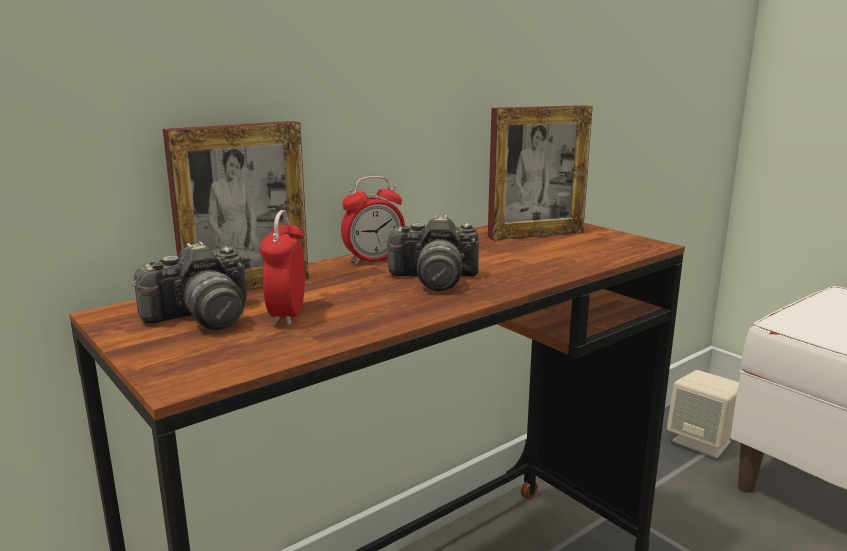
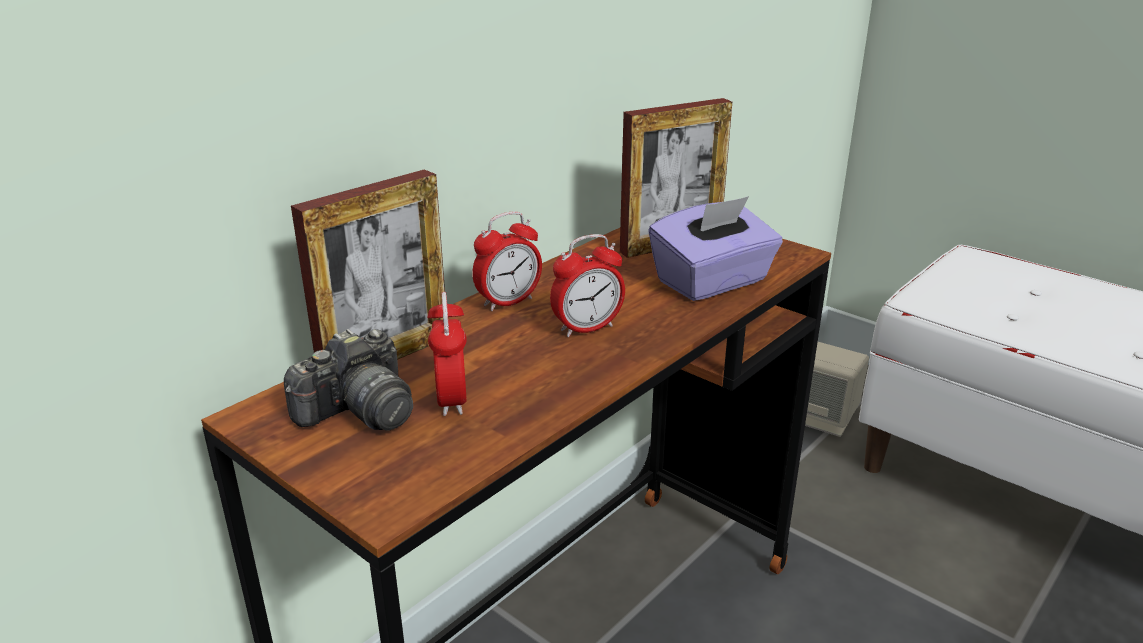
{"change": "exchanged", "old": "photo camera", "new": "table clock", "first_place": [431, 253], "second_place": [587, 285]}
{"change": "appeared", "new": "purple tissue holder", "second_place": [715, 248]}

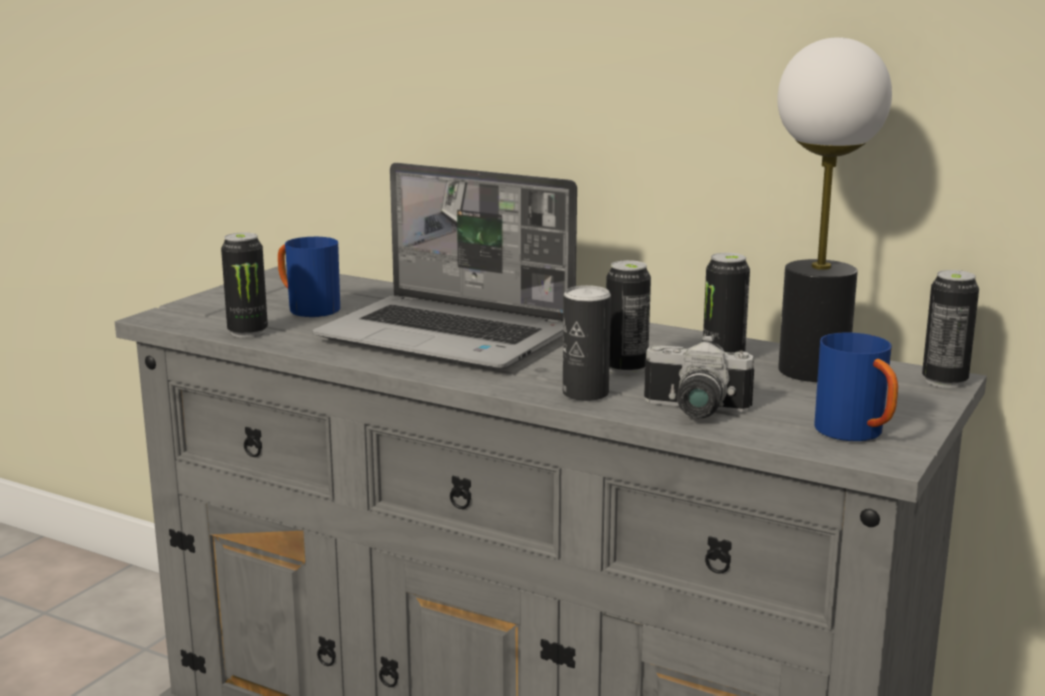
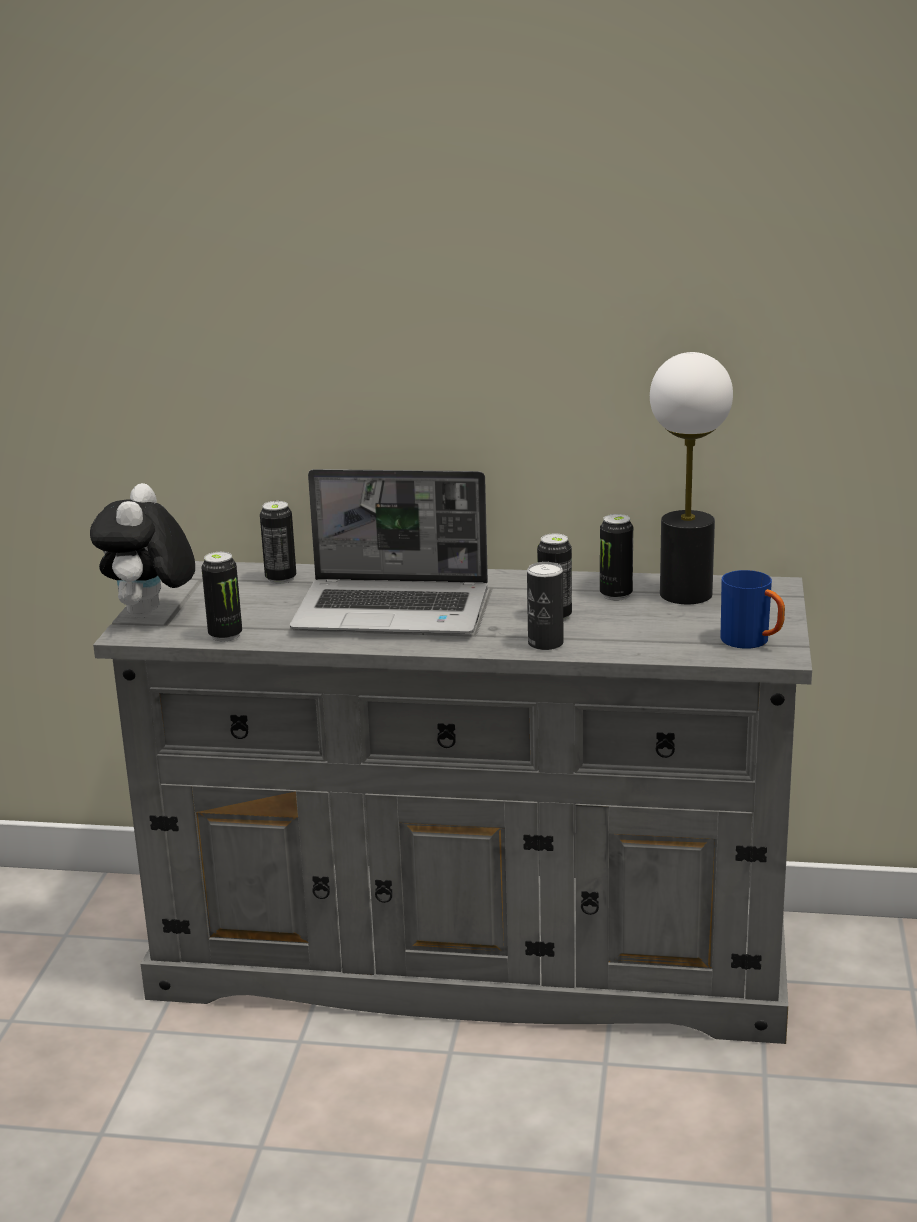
{"change": "appeared", "new": "soft toy", "second_place": [142, 550]}
{"change": "relocated", "old": "metal can", "first_place": [950, 329], "second_place": [278, 542]}
{"change": "missing", "old": "blue coffee mug", "first_place": [309, 277]}
{"change": "missing", "old": "photo camera", "first_place": [699, 376]}

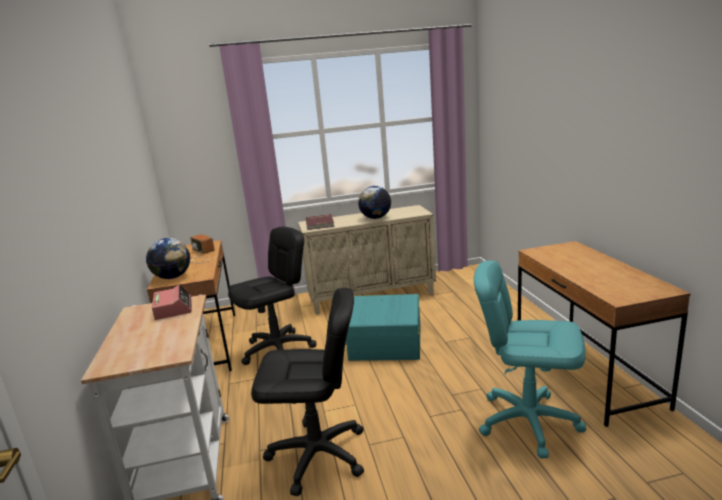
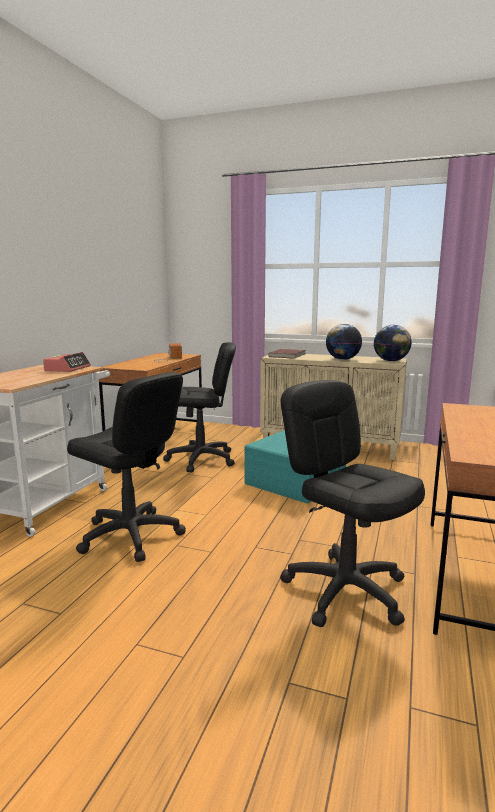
{"change": "colour", "old": "blue-green computer chair", "new": "blackish computer chair", "first_place": [530, 360], "second_place": [352, 503]}
{"change": "relocated", "old": "globe", "first_place": [168, 258], "second_place": [393, 343]}

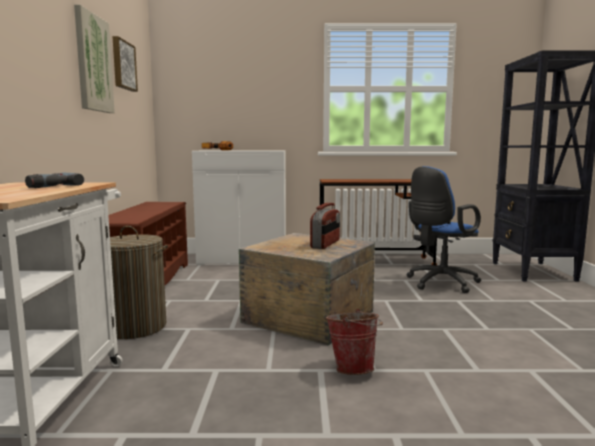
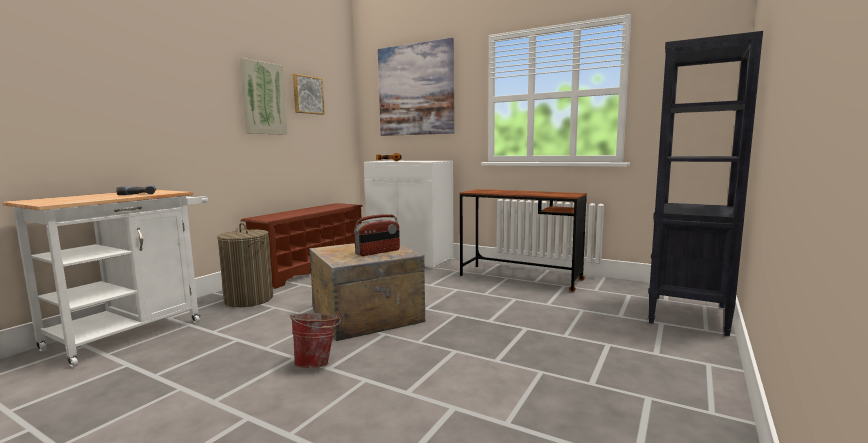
{"change": "appeared", "new": "wall picture", "second_place": [416, 87]}
{"change": "missing", "old": "blue computer chair", "first_place": [443, 229]}

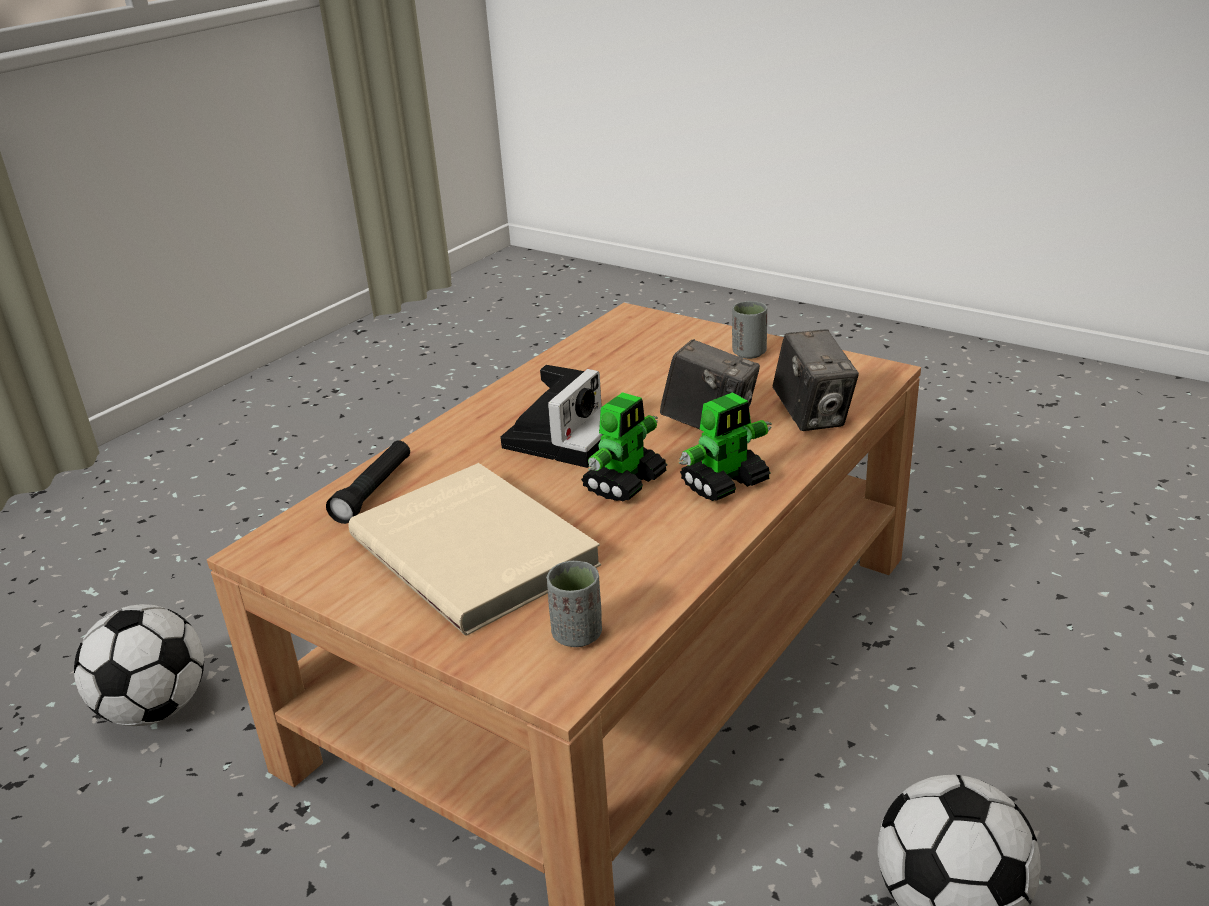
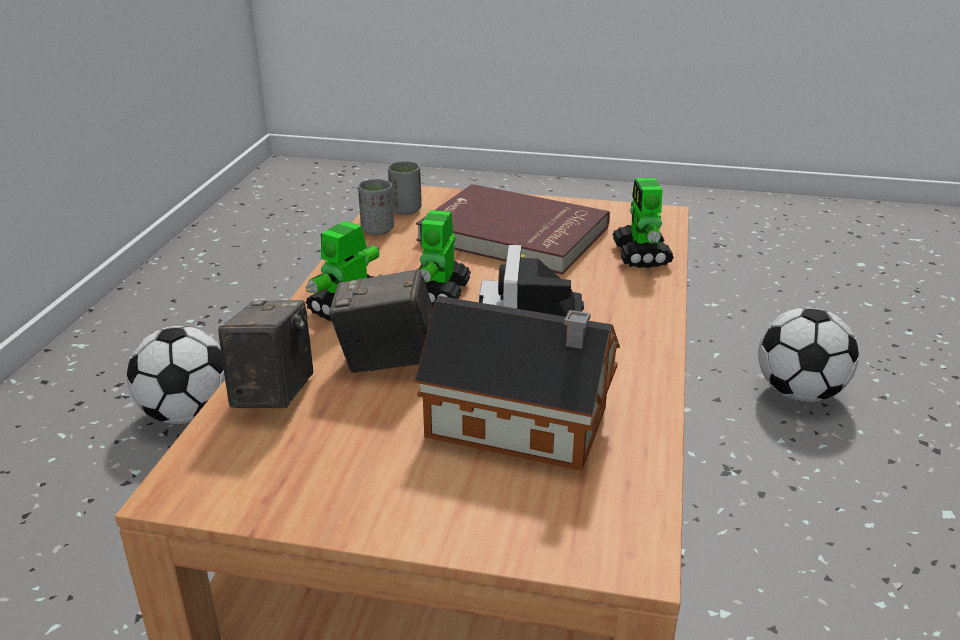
{"change": "spun", "old": "photo camera", "first_place": [815, 380], "second_place": [265, 354], "degrees": 45}
{"change": "relocated", "old": "greyish cup", "first_place": [749, 330], "second_place": [376, 207]}
{"change": "appeared", "new": "miniature house", "second_place": [517, 383]}
{"change": "colour", "old": "beige-coloured volume", "new": "red volume", "first_place": [475, 549], "second_place": [513, 229]}
{"change": "exchanged", "old": "blackish torch", "new": "model robot", "first_place": [368, 482], "second_place": [643, 223]}

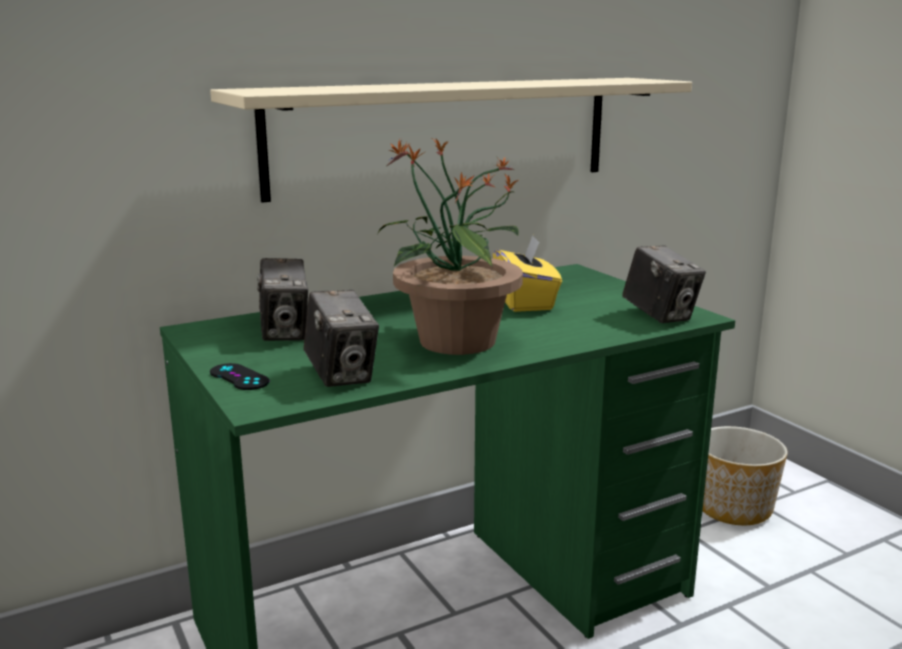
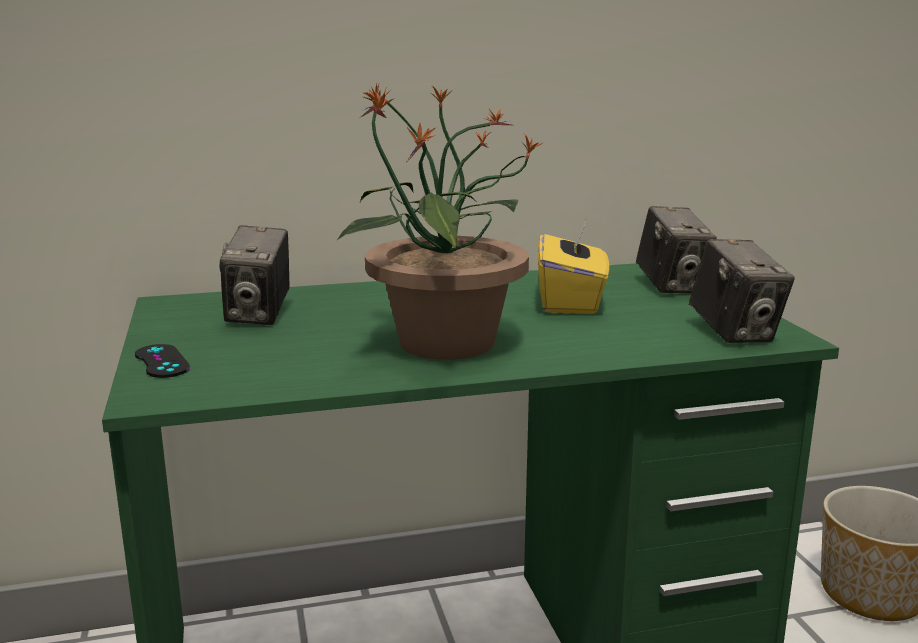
{"change": "relocated", "old": "photo camera", "first_place": [341, 338], "second_place": [676, 249]}
{"change": "missing", "old": "beige-coloured bracket shelf", "first_place": [451, 140]}

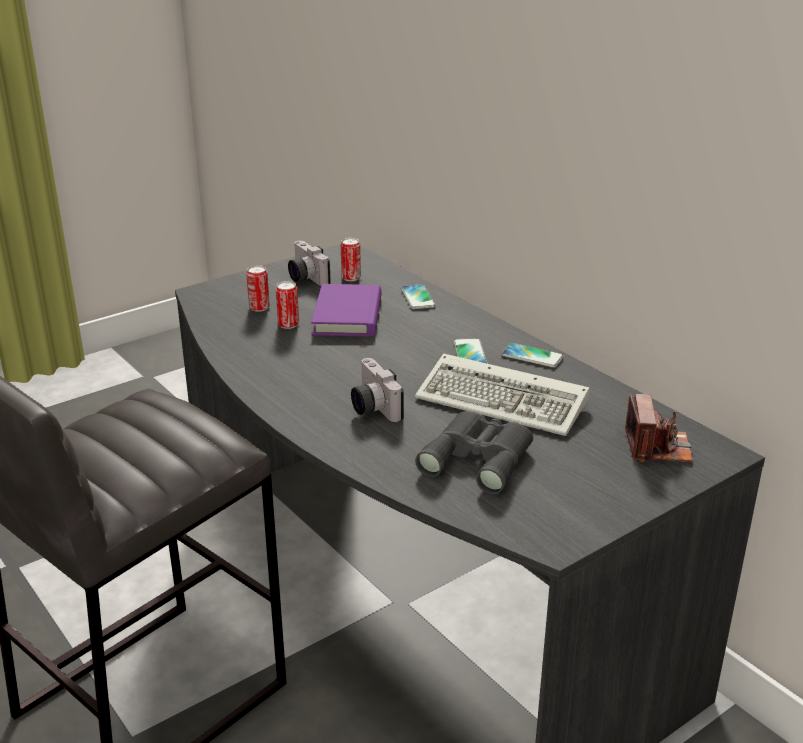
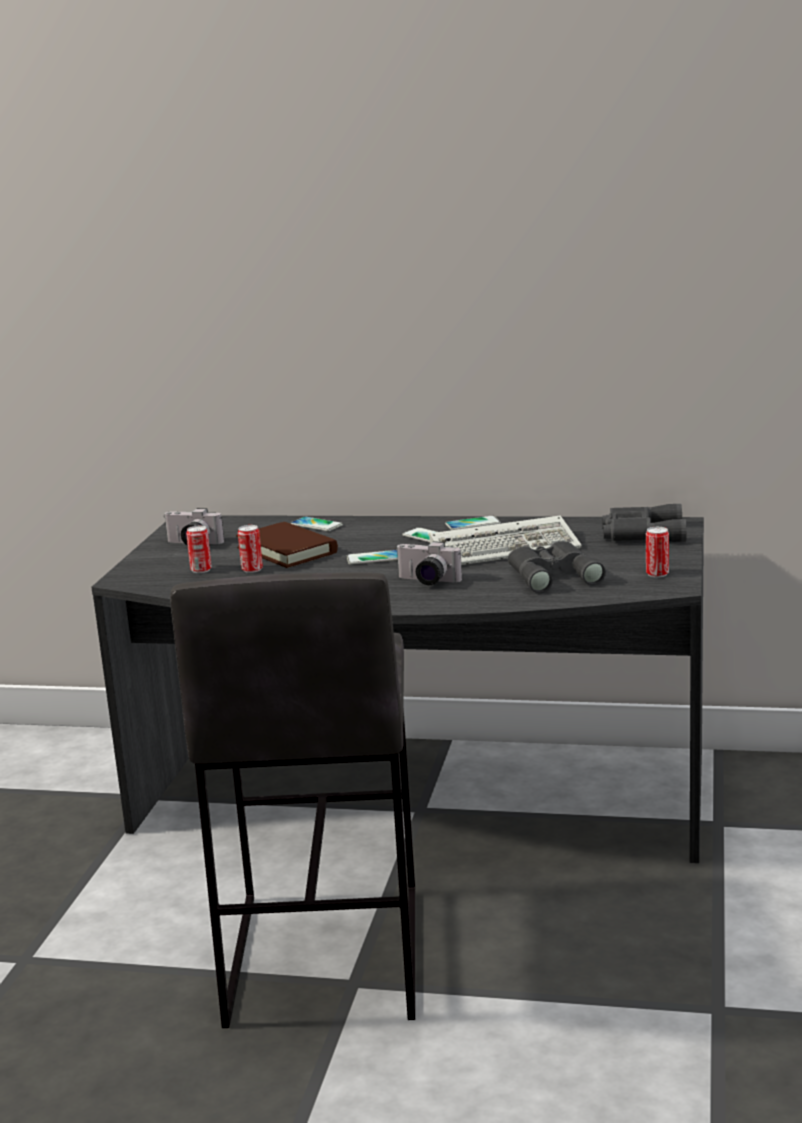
{"change": "colour", "old": "purple volume", "new": "brown-coloured volume", "first_place": [346, 310], "second_place": [287, 545]}
{"change": "appeared", "new": "telephone", "second_place": [372, 557]}
{"change": "exchanged", "old": "photo camera", "new": "greyish binoculars", "first_place": [659, 428], "second_place": [644, 523]}
{"change": "relocated", "old": "metal can", "first_place": [351, 259], "second_place": [657, 552]}

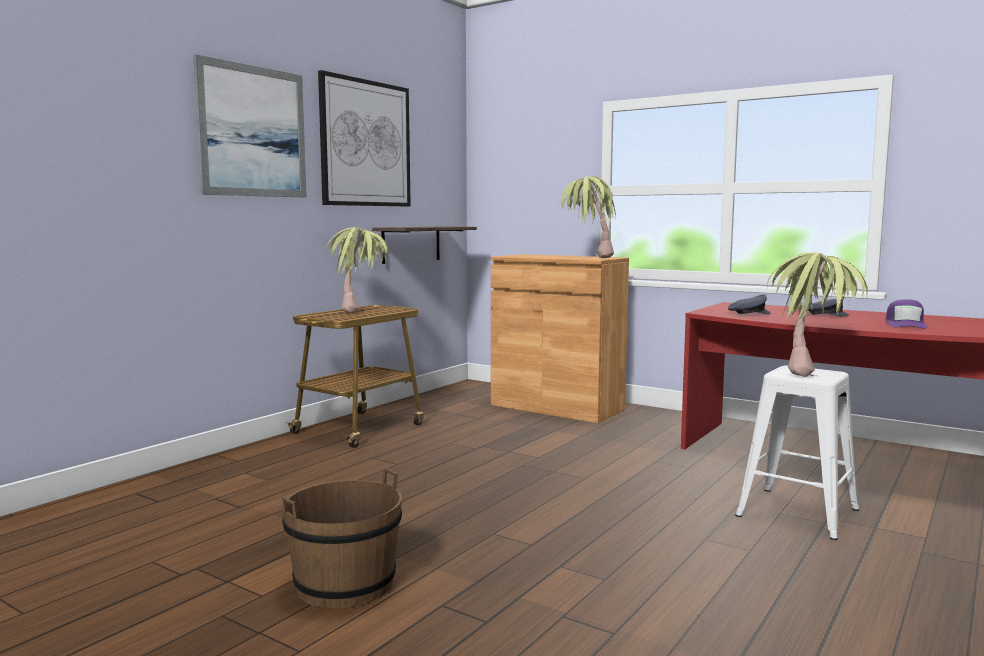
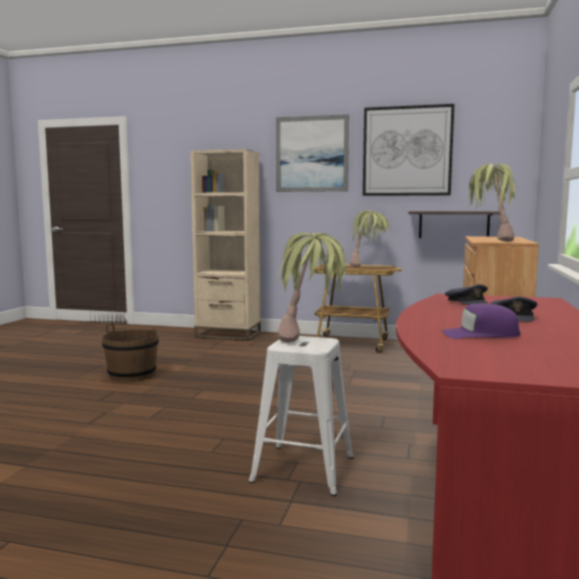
{"change": "appeared", "new": "beige-coloured bookcase", "second_place": [225, 245]}

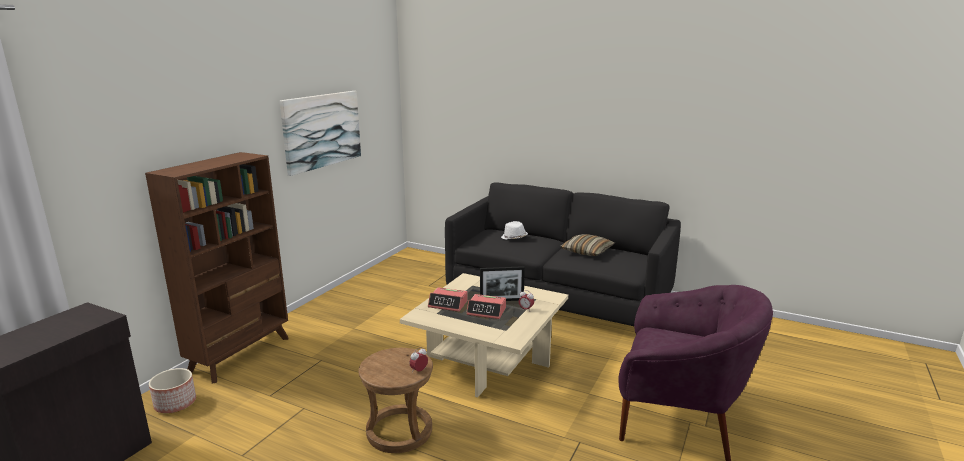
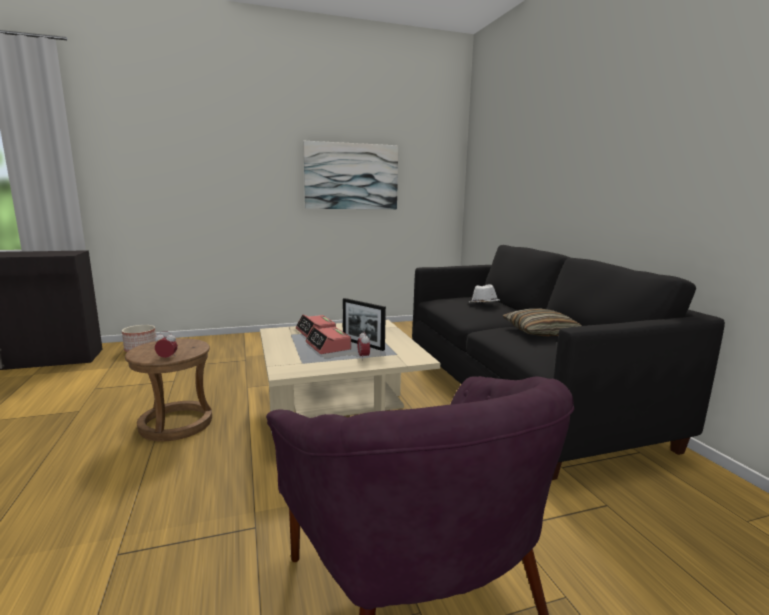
{"change": "missing", "old": "brown-coloured bookcase", "first_place": [217, 267]}

